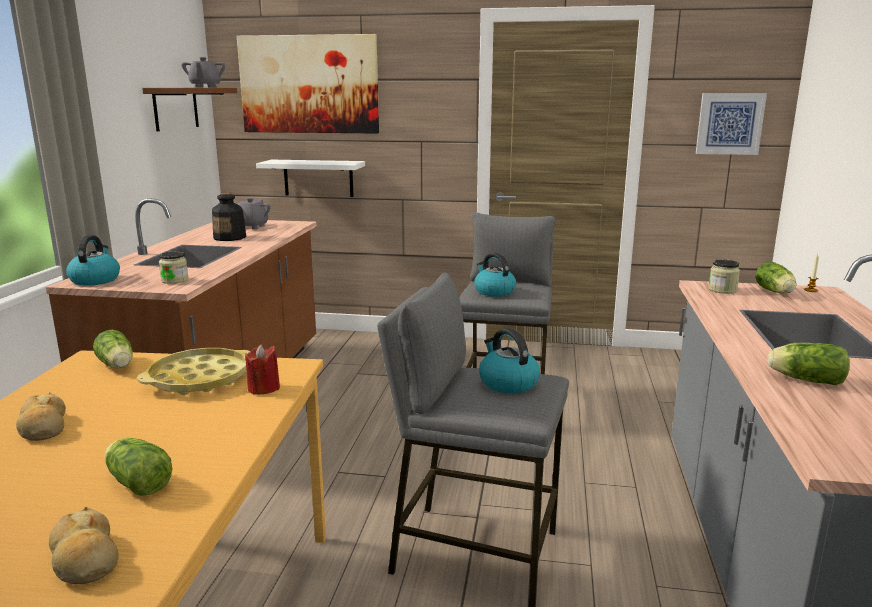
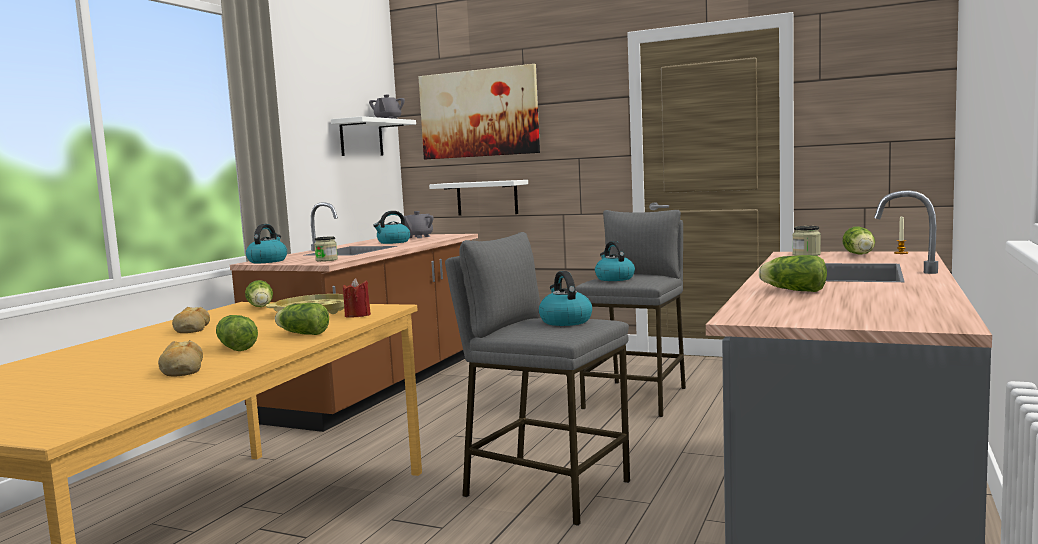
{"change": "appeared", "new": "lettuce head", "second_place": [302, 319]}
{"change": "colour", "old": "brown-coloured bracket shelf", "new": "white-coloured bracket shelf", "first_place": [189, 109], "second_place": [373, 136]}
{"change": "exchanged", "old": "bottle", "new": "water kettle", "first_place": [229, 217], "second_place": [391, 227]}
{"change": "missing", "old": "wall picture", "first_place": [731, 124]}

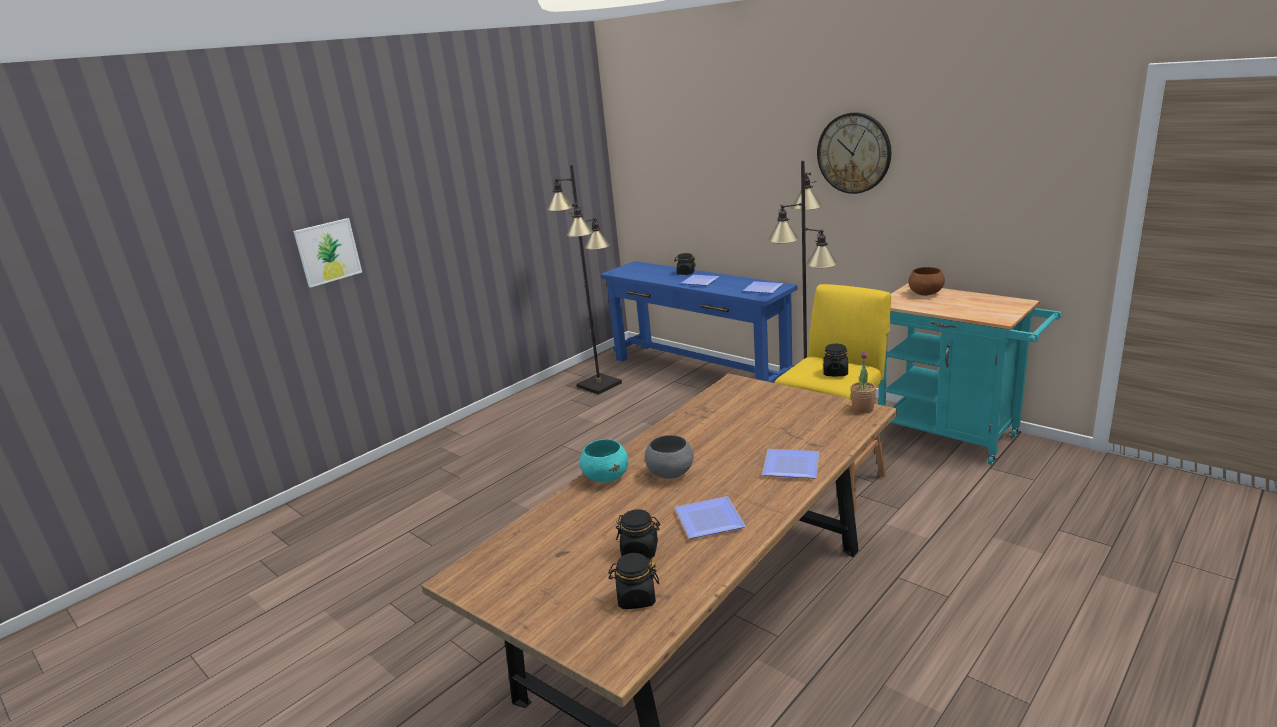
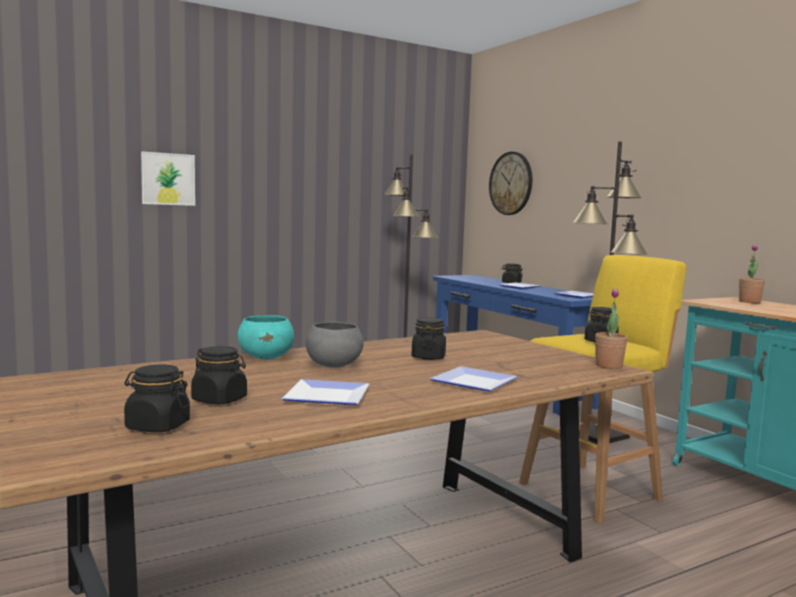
{"change": "appeared", "new": "blackish storage jar", "second_place": [429, 339]}
{"change": "relocated", "old": "wall clock", "first_place": [854, 153], "second_place": [510, 183]}
{"change": "exchanged", "old": "brown-coloured deep dish", "new": "plant in a pot", "first_place": [926, 281], "second_place": [752, 273]}

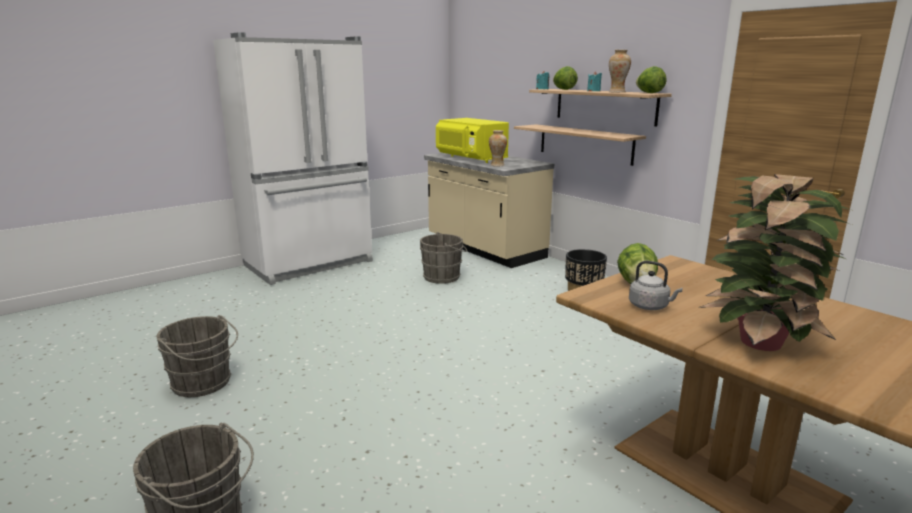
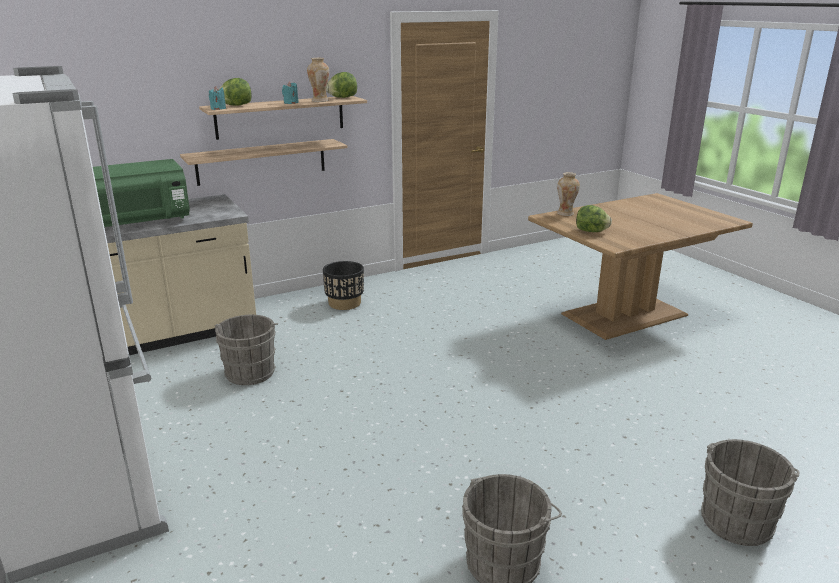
{"change": "colour", "old": "yellowish microwave oven", "new": "green microwave oven", "first_place": [472, 140], "second_place": [141, 193]}
{"change": "relocated", "old": "vase", "first_place": [498, 148], "second_place": [568, 194]}
{"change": "missing", "old": "greyish water kettle", "first_place": [656, 285]}
{"change": "missing", "old": "plant in a pot", "first_place": [775, 262]}

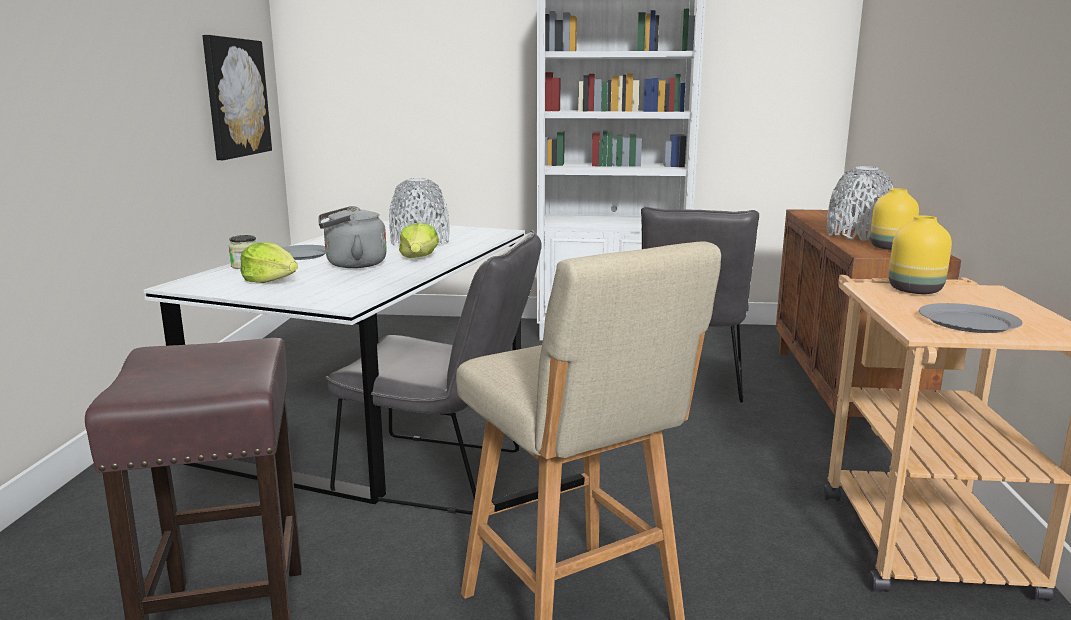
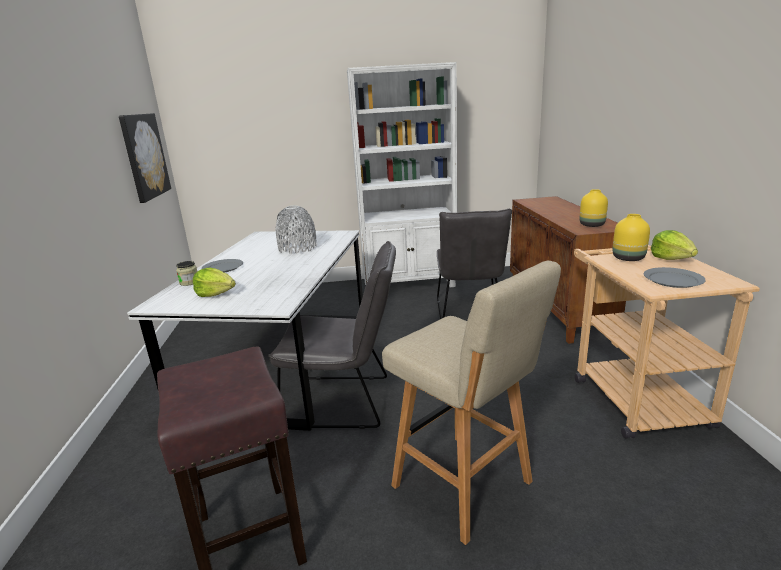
{"change": "relocated", "old": "lettuce head", "first_place": [419, 240], "second_place": [674, 245]}
{"change": "missing", "old": "greyish water kettle", "first_place": [352, 237]}
{"change": "missing", "old": "greyish vase", "first_place": [860, 203]}

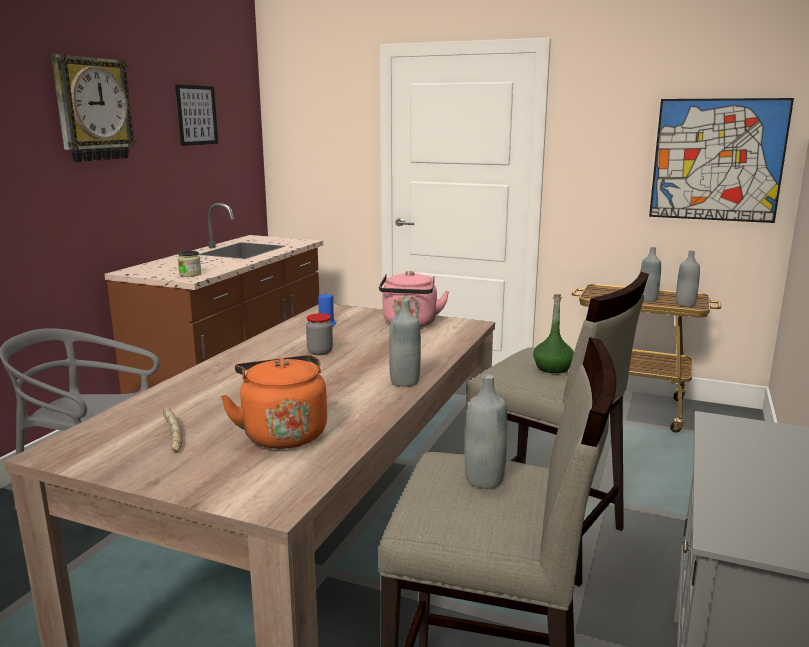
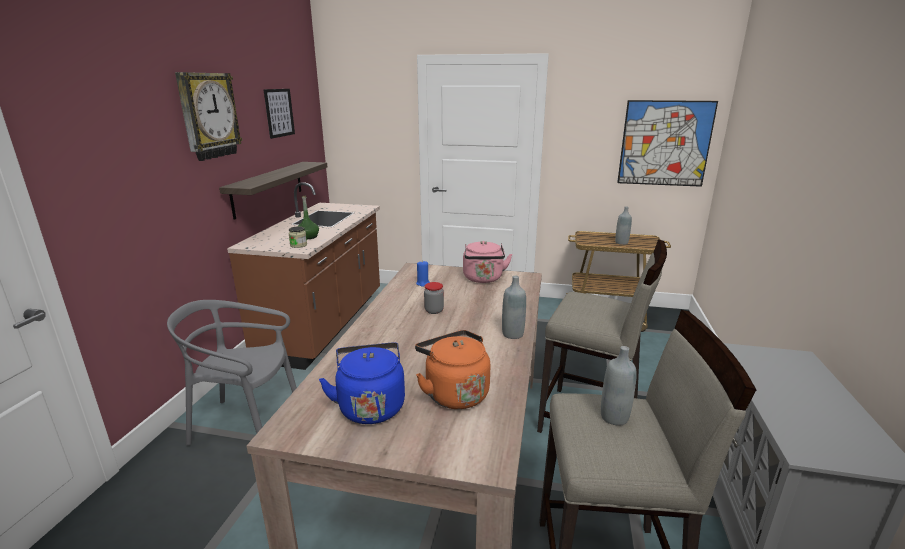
{"change": "appeared", "new": "bracket shelf", "second_place": [273, 191]}
{"change": "relocated", "old": "green bottle", "first_place": [553, 333], "second_place": [308, 217]}
{"change": "exchanged", "old": "bakery bread", "new": "blue water kettle", "first_place": [172, 429], "second_place": [362, 383]}
{"change": "missing", "old": "greyish bottle", "first_place": [688, 278]}

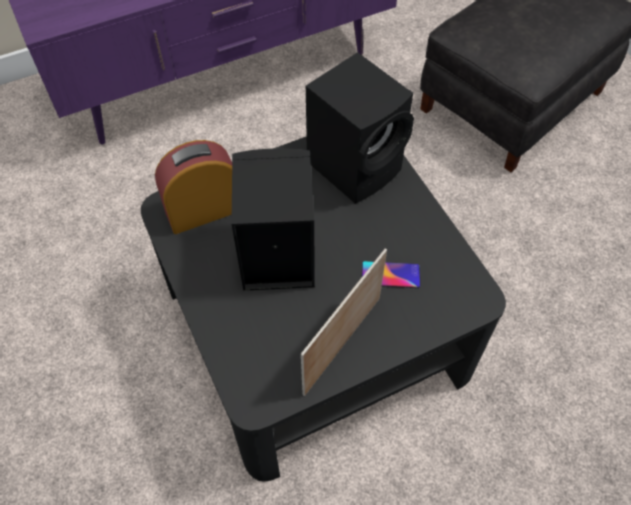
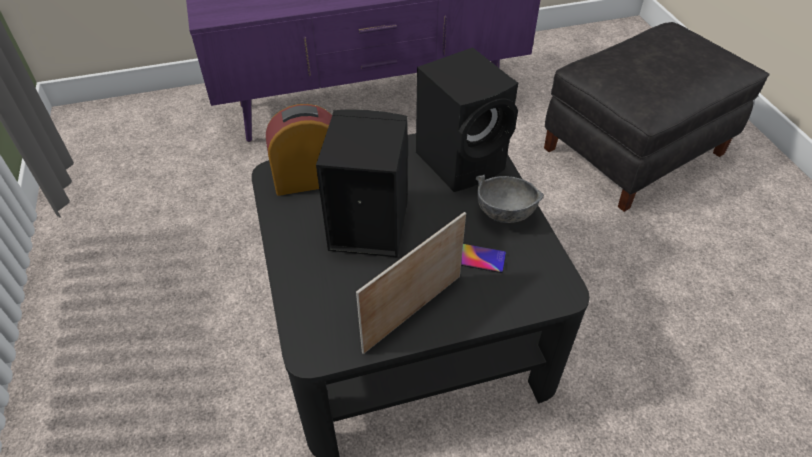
{"change": "appeared", "new": "greyish deep dish", "second_place": [509, 199]}

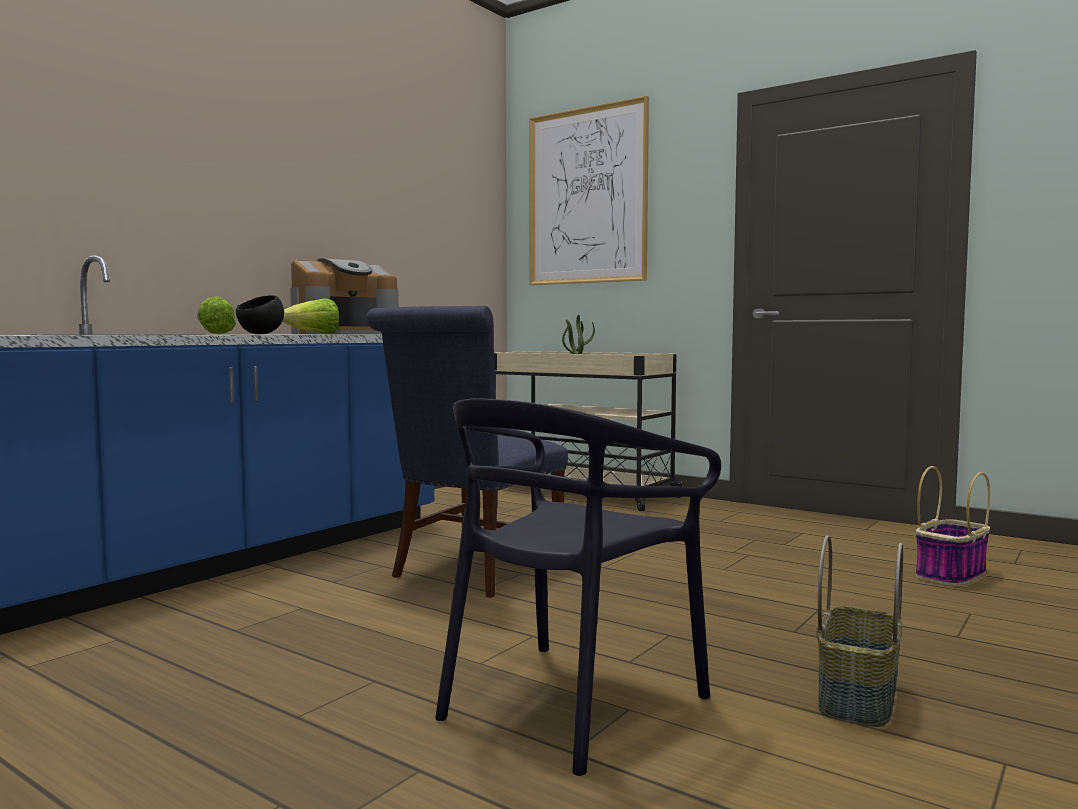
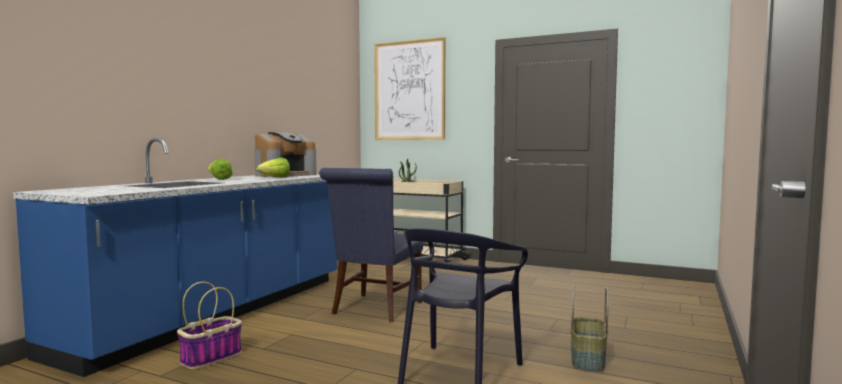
{"change": "relocated", "old": "household basket", "first_place": [953, 526], "second_place": [209, 325]}
{"change": "missing", "old": "blackish deep dish", "first_place": [260, 314]}

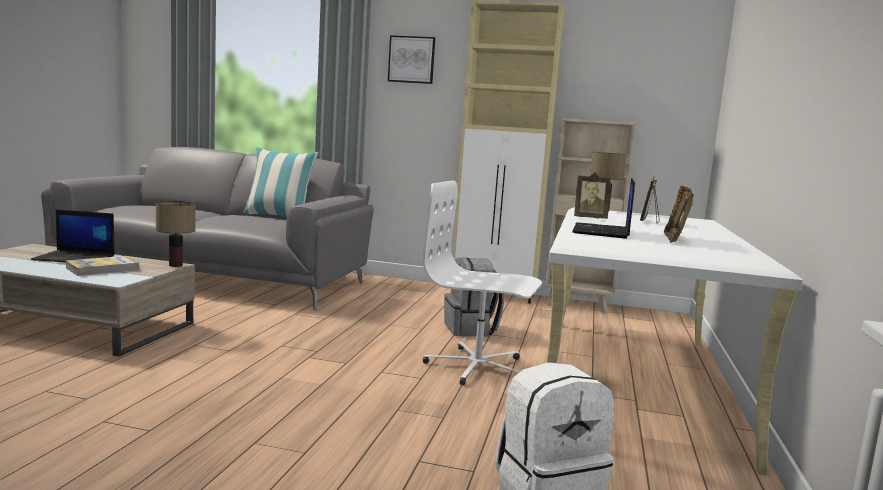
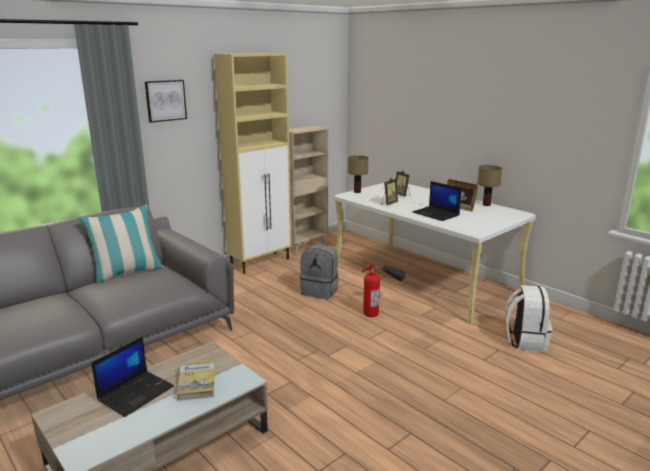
{"change": "exchanged", "old": "white-coloured computer chair", "new": "fire-fighting cylinder", "first_place": [482, 282], "second_place": [383, 290]}
{"change": "relocated", "old": "tabletop lamp", "first_place": [176, 234], "second_place": [489, 185]}

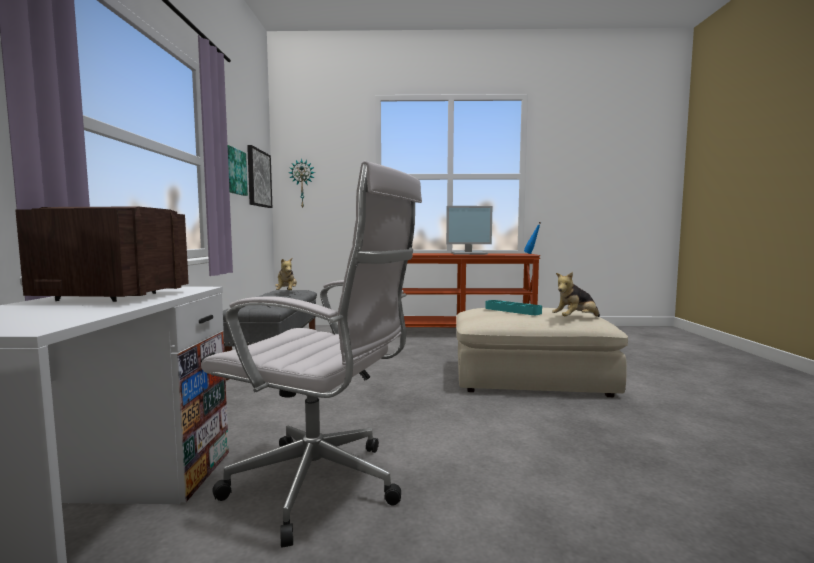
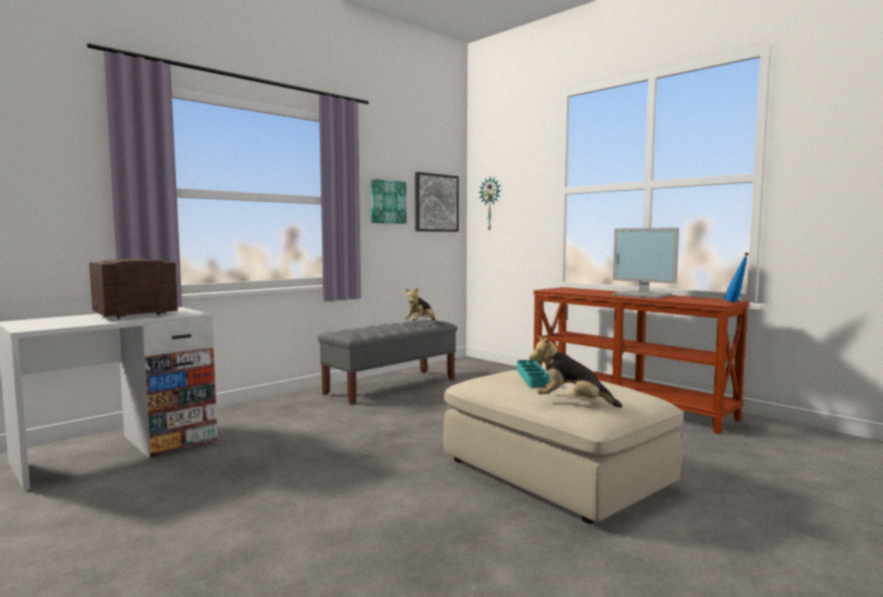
{"change": "missing", "old": "white-coloured computer chair", "first_place": [311, 354]}

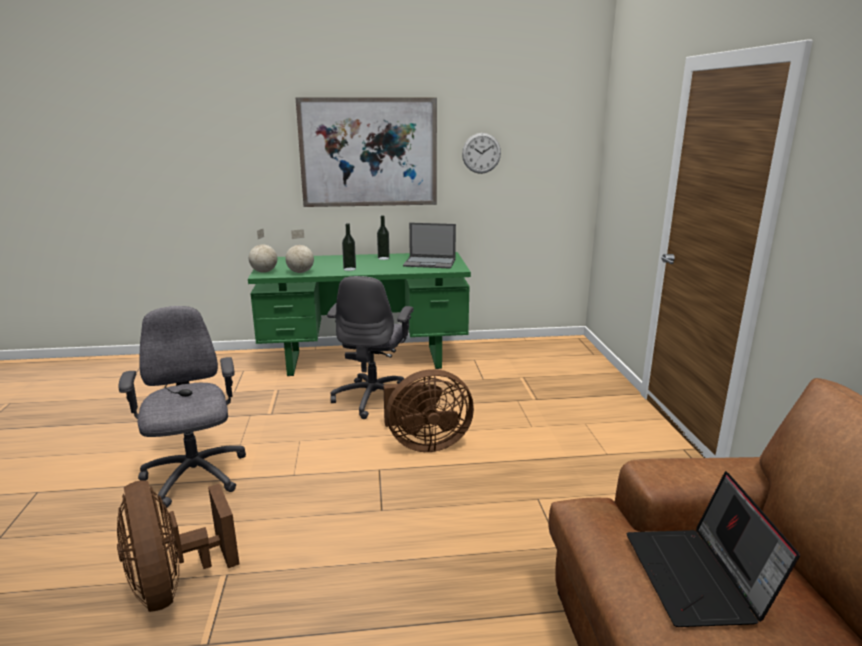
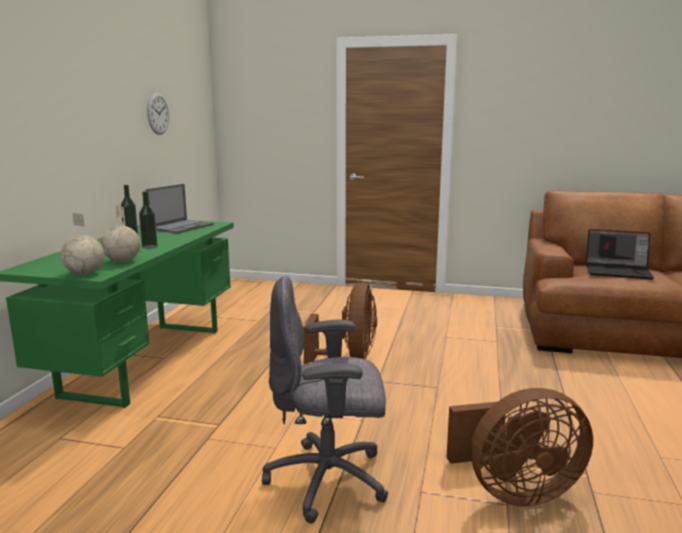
{"change": "missing", "old": "wall picture", "first_place": [366, 152]}
{"change": "missing", "old": "greyish computer chair", "first_place": [370, 347]}

